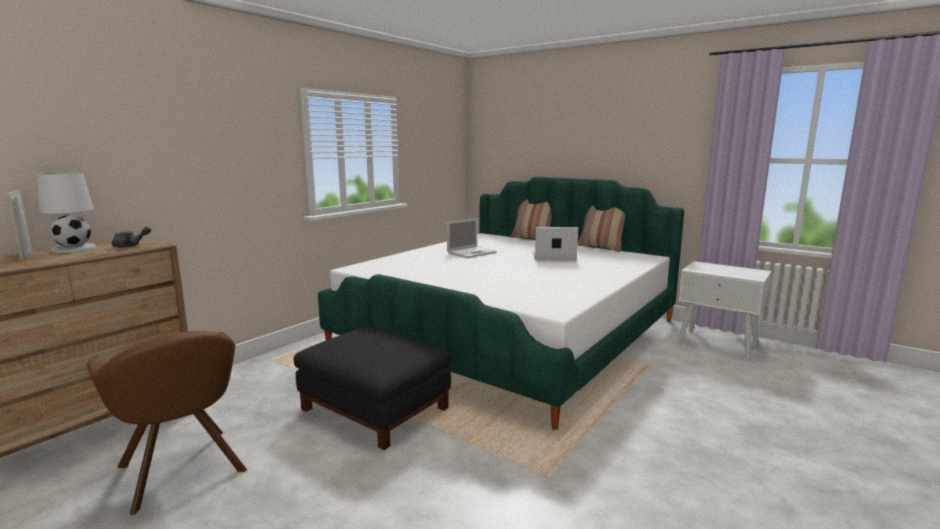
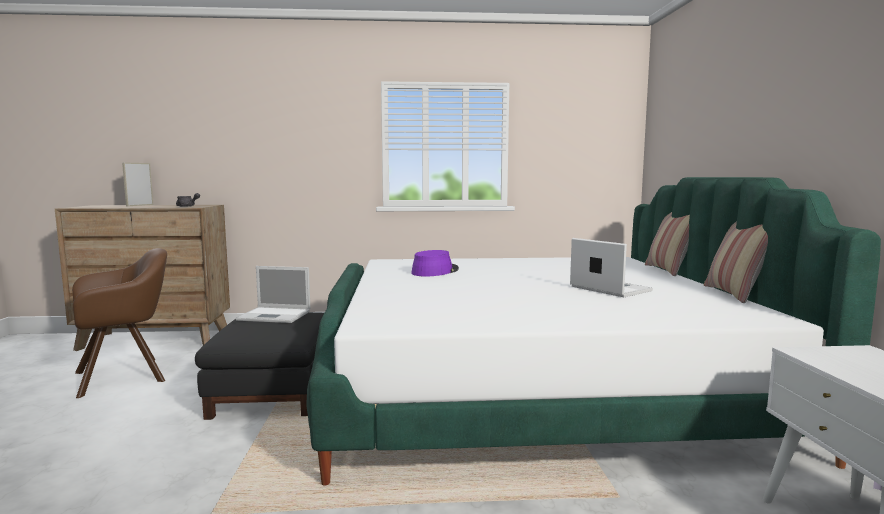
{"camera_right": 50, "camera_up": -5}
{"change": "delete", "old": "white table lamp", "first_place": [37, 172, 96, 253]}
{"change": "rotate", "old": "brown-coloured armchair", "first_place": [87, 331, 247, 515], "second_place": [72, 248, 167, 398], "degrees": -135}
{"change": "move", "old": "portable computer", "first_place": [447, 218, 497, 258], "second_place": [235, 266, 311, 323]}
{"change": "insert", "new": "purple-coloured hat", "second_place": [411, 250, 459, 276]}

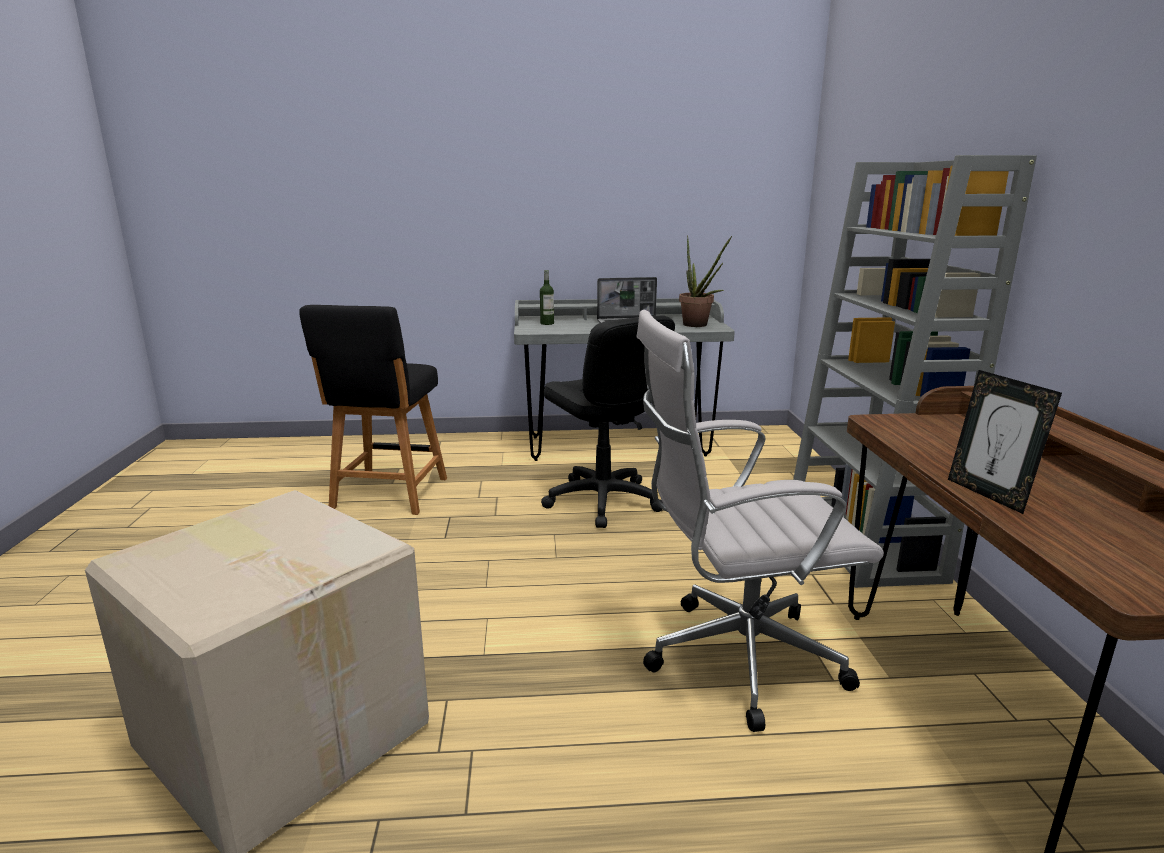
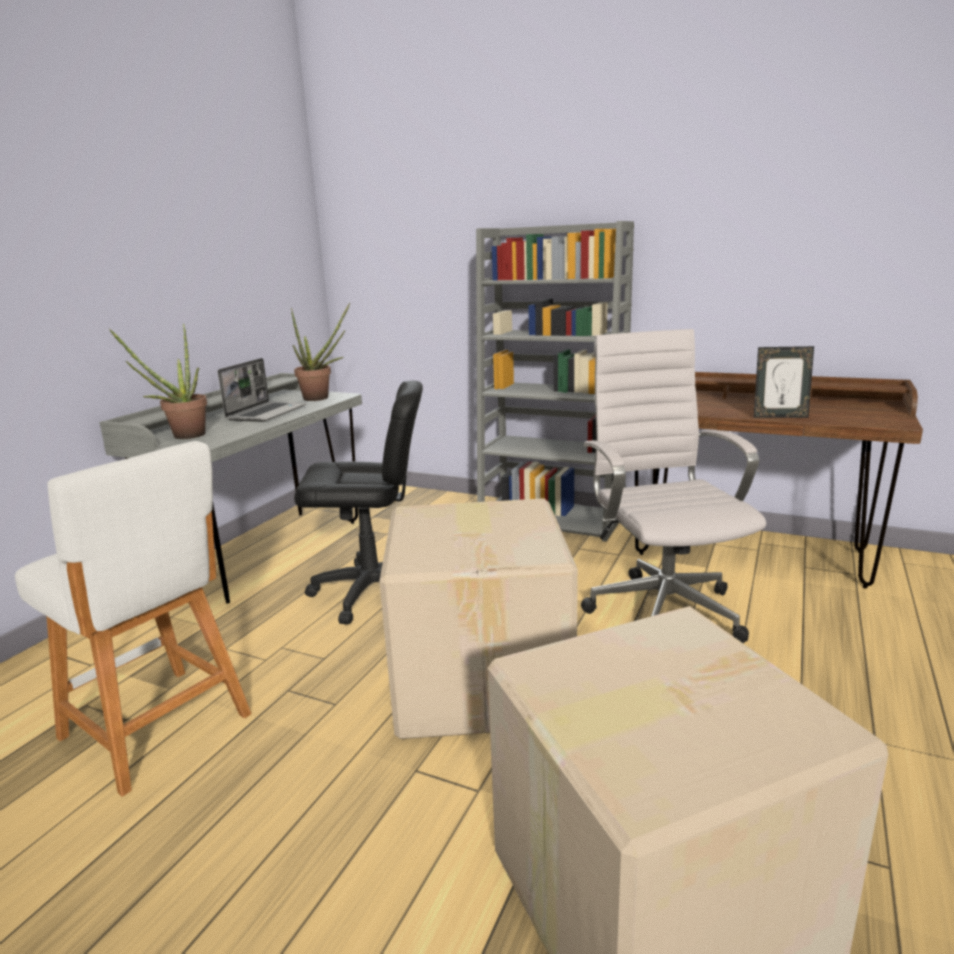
{"camera_right": -60, "camera_up": 0}
{"change": "recolor", "old": "black sitting stool", "new": "white sitting stool", "first_place": [299, 305, 447, 515], "second_place": [15, 441, 252, 797]}
{"change": "replace", "old": "beverage bottle", "new": "plant in a pot", "first_place": [540, 270, 554, 325], "second_place": [109, 323, 207, 439]}
{"change": "rotate", "old": "white computer chair", "first_place": [636, 310, 884, 732], "second_place": [581, 329, 766, 643], "degrees": 150}
{"change": "insert", "new": "cardboard box", "second_place": [379, 498, 578, 739]}

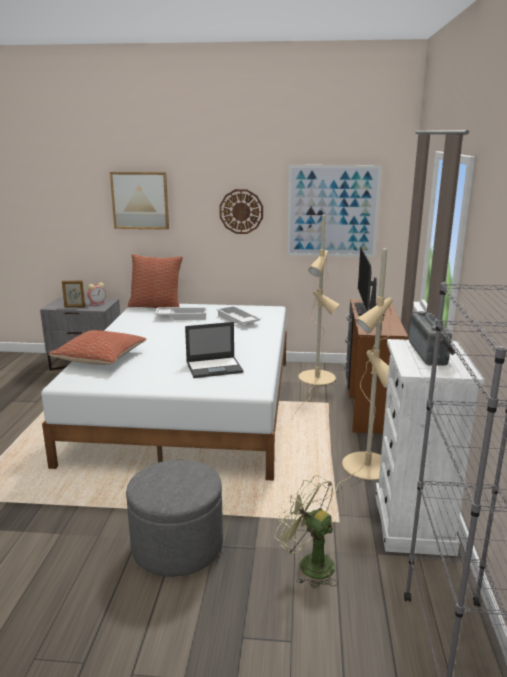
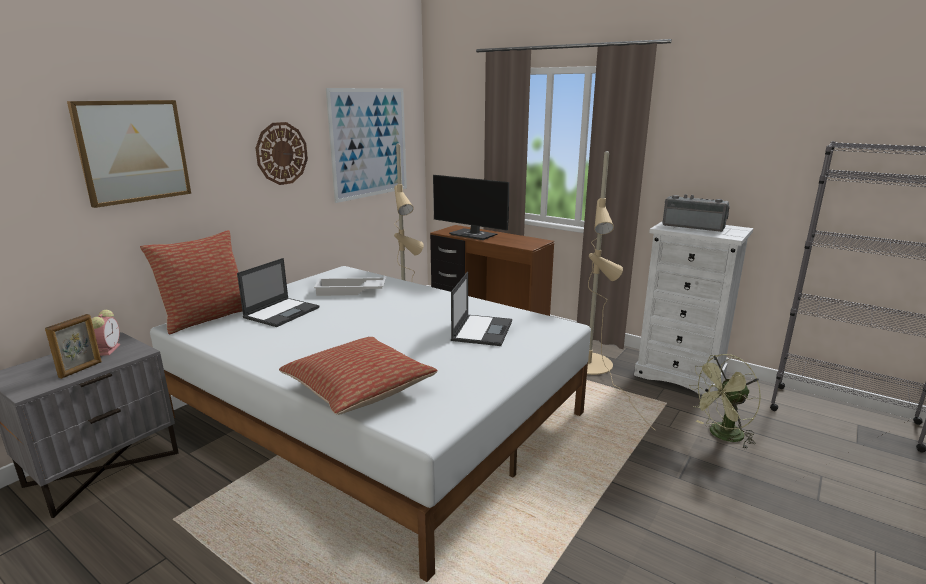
{"camera_right": -60, "camera_up": 0}
{"change": "delete", "old": "gray ottoman", "first_place": [126, 460, 223, 577]}
{"change": "replace", "old": "white serving tray", "new": "portable computer", "first_place": [154, 307, 207, 320], "second_place": [237, 258, 319, 327]}

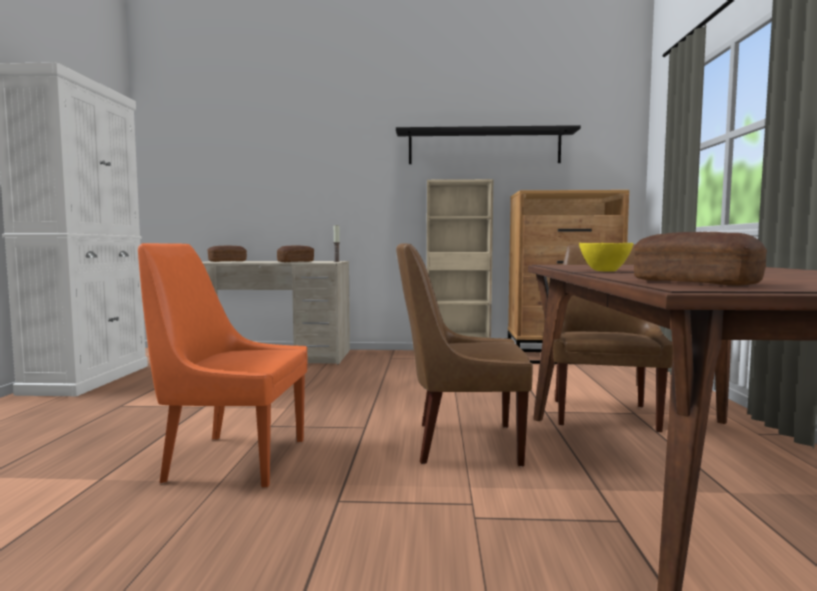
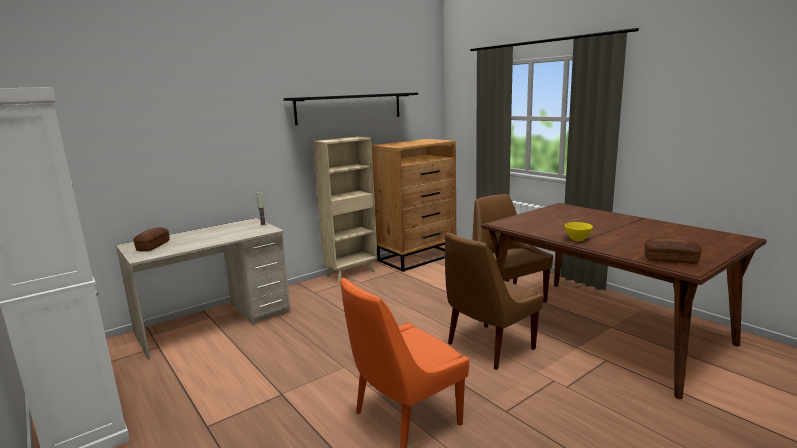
{"camera_right": -40, "camera_up": 10}
{"change": "delete", "old": "bakery bread", "first_place": [277, 245, 314, 262]}

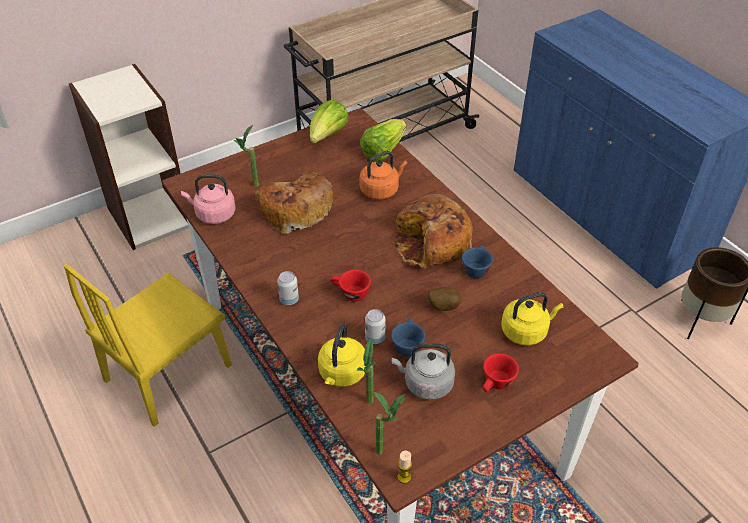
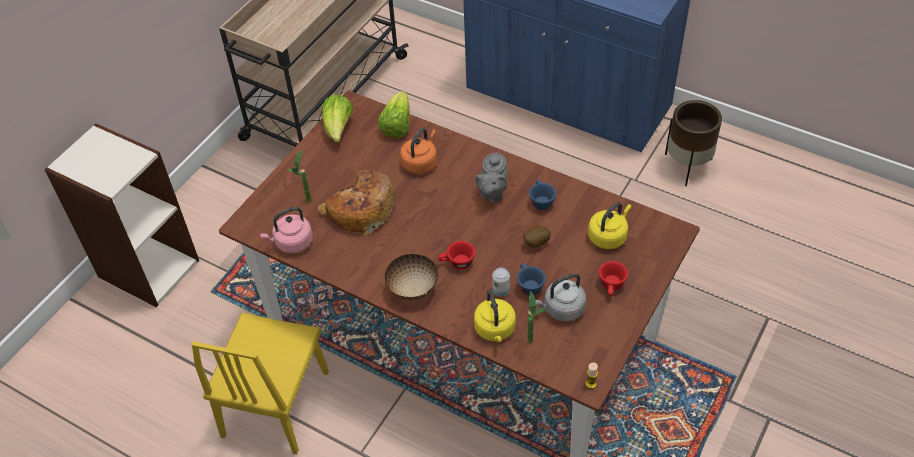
{"camera_right": -25, "camera_up": 5}
{"change": "replace", "old": "sealed can", "new": "serving bowl", "first_place": [277, 271, 299, 305], "second_place": [384, 254, 438, 301]}
{"change": "delete", "old": "plant in a pot", "first_place": [374, 392, 405, 455]}
{"change": "replace", "old": "bakery bread", "new": "gray teapot", "first_place": [393, 194, 473, 268], "second_place": [475, 152, 508, 203]}

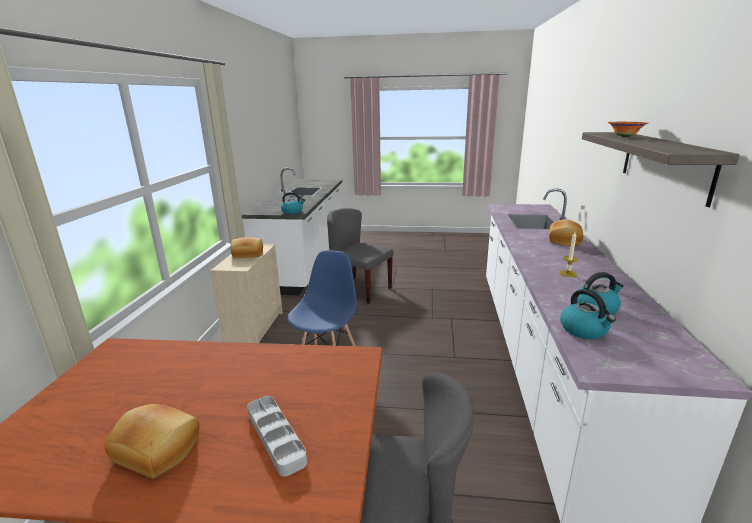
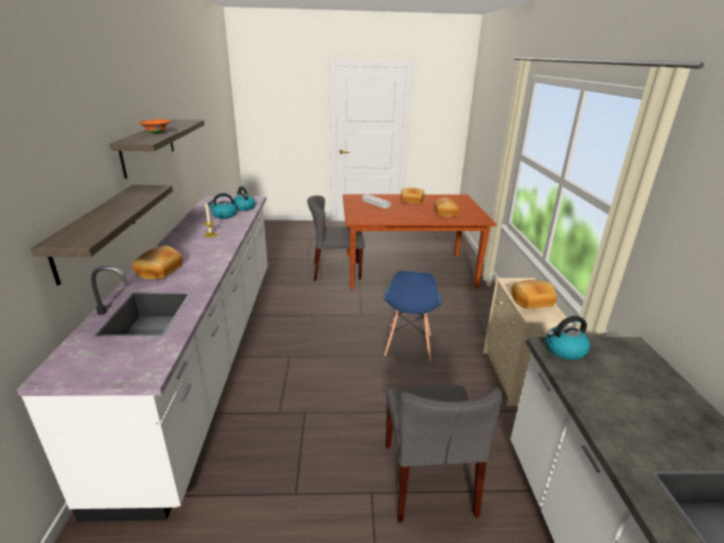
{"camera_right": 170, "camera_up": 5}
{"change": "rotate", "old": "gray plain chair", "first_place": [327, 208, 393, 304], "second_place": [386, 385, 503, 523], "degrees": 60}
{"change": "insert", "new": "bracket shelf", "second_place": [31, 185, 173, 286]}
{"change": "insert", "new": "bakery bread", "second_place": [435, 197, 459, 217]}

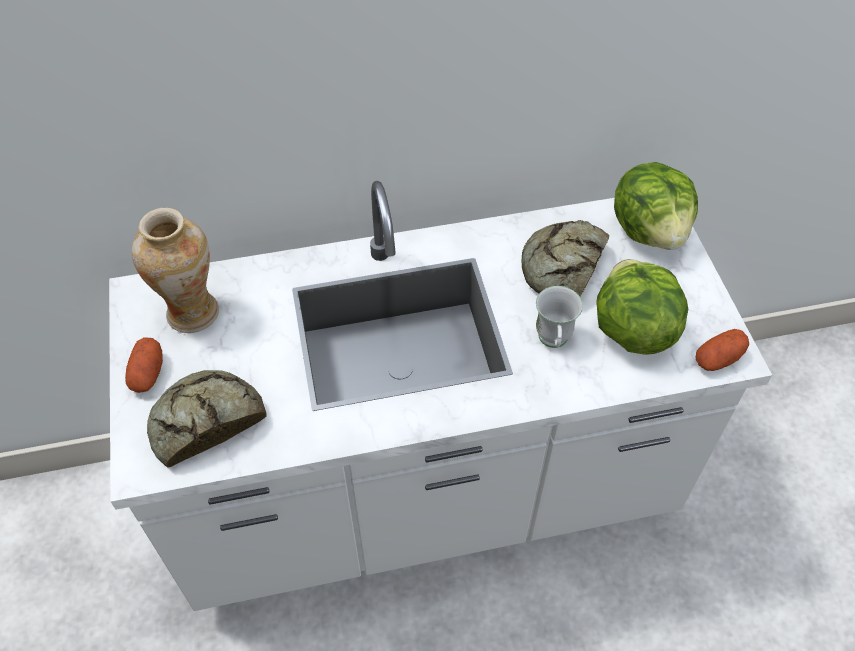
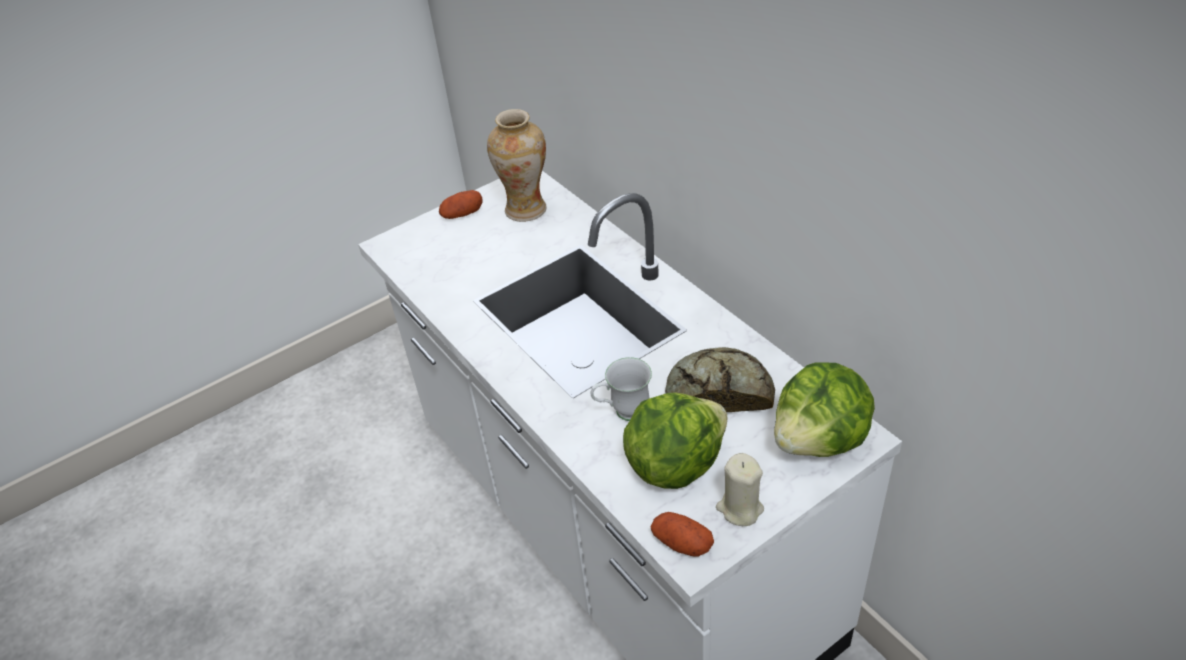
{"camera_right": 70, "camera_up": -10}
{"change": "delete", "old": "bakery bread", "first_place": [147, 370, 267, 468]}
{"change": "insert", "new": "sand-coloured wax candle", "second_place": [716, 453, 764, 526]}

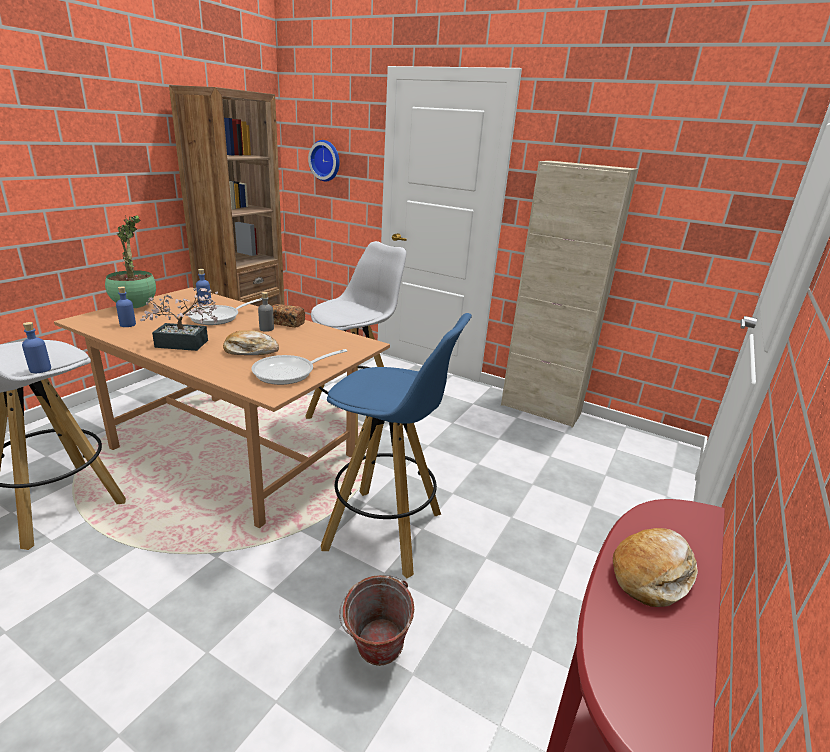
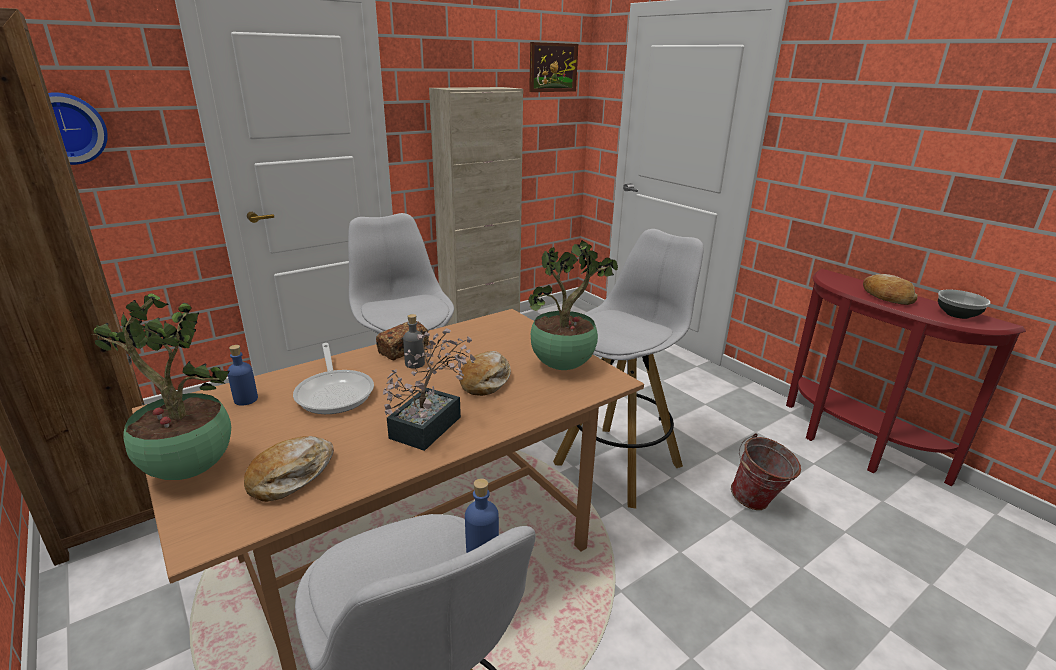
{"camera_right": -65, "camera_up": 0}
{"change": "replace", "old": "blue-coloured beverage bottle", "new": "bakery bread", "first_place": [116, 286, 136, 327], "second_place": [244, 436, 334, 502]}
{"change": "replace", "old": "pan", "new": "plant in a pot", "first_place": [251, 349, 347, 385], "second_place": [528, 240, 618, 370]}
{"change": "recolor", "old": "blue-coloured sitting stool", "new": "white sitting stool", "first_place": [321, 313, 472, 578], "second_place": [553, 229, 704, 509]}
{"change": "insert", "new": "wall art", "second_place": [529, 42, 578, 92]}
{"change": "insert", "new": "serving bowl", "second_place": [938, 290, 990, 319]}

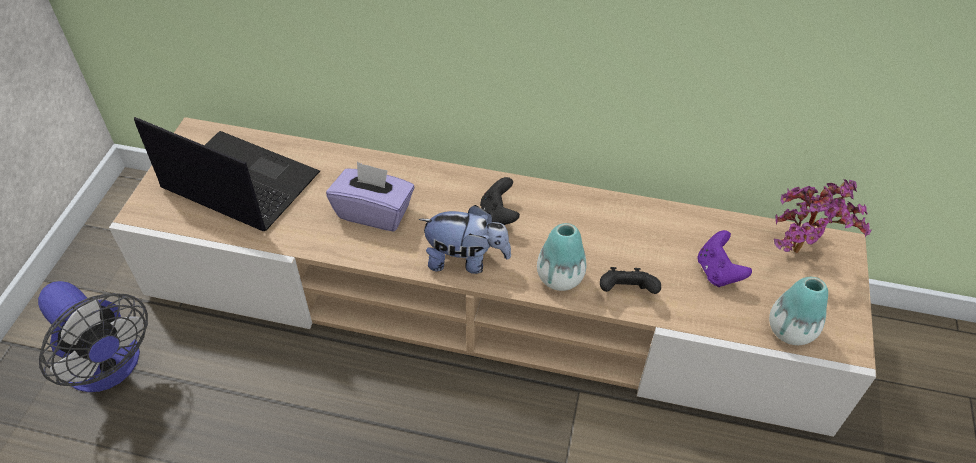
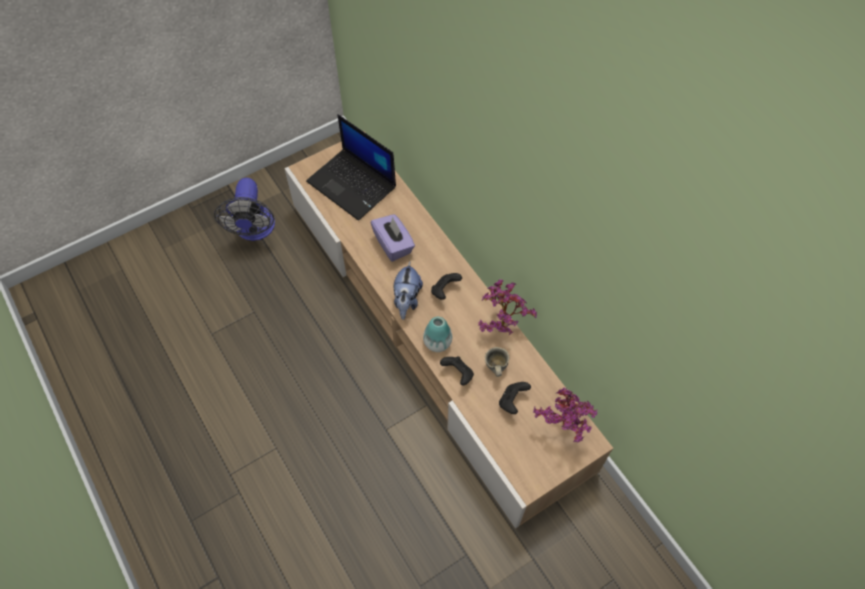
{"camera_right": 45, "camera_up": 10}
{"change": "rotate", "old": "portable computer", "first_place": [134, 117, 320, 231], "second_place": [306, 114, 396, 221], "degrees": 150}
{"change": "rotate", "old": "cuddly toy", "first_place": [419, 205, 511, 274], "second_place": [394, 261, 423, 320], "degrees": 45}
{"change": "recolor", "old": "purple-coloured gamepad", "new": "black gamepad", "first_place": [697, 230, 752, 287], "second_place": [499, 382, 531, 414]}
{"change": "delete", "old": "vase", "first_place": [769, 277, 828, 345]}
{"change": "insert", "new": "plant in a pot", "second_place": [478, 280, 537, 335]}
{"change": "insert", "new": "gray mug", "second_place": [485, 347, 509, 377]}

